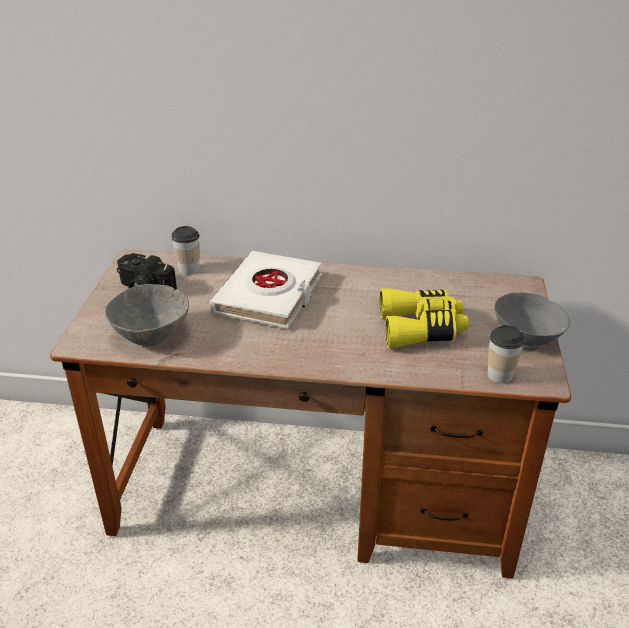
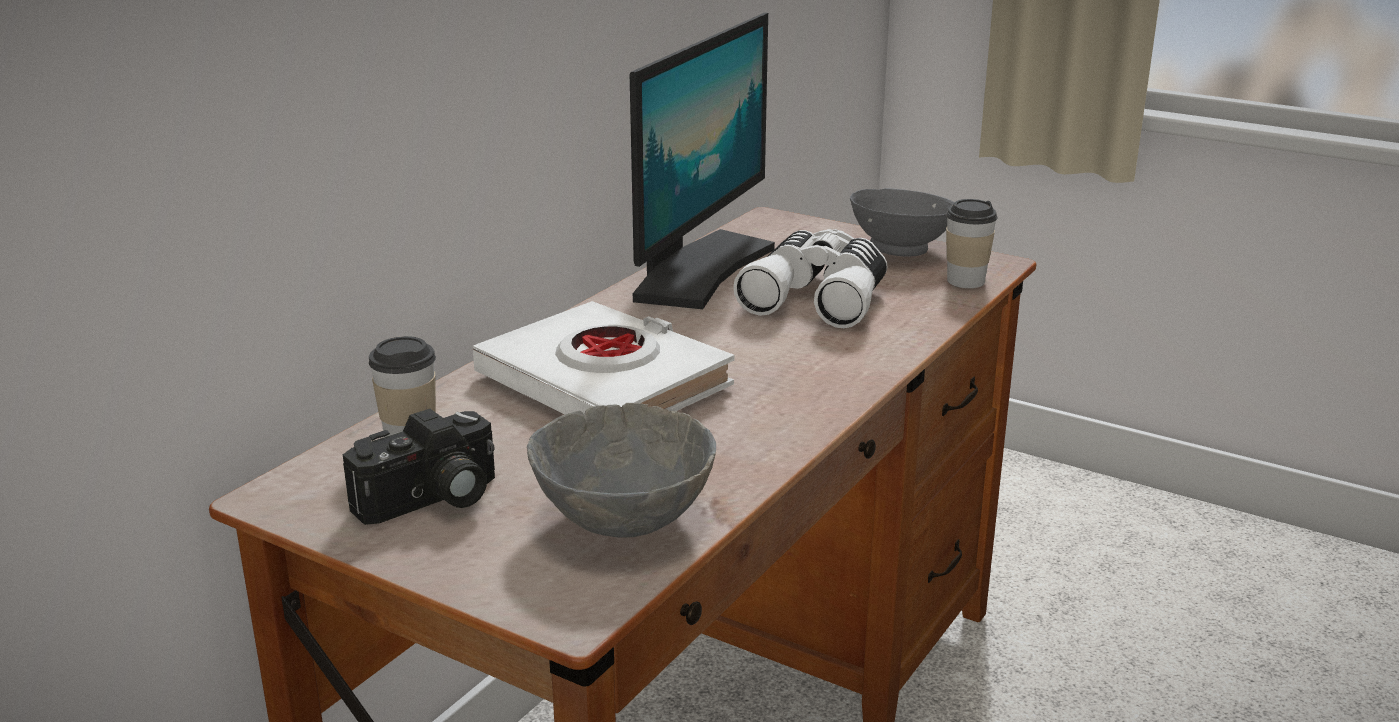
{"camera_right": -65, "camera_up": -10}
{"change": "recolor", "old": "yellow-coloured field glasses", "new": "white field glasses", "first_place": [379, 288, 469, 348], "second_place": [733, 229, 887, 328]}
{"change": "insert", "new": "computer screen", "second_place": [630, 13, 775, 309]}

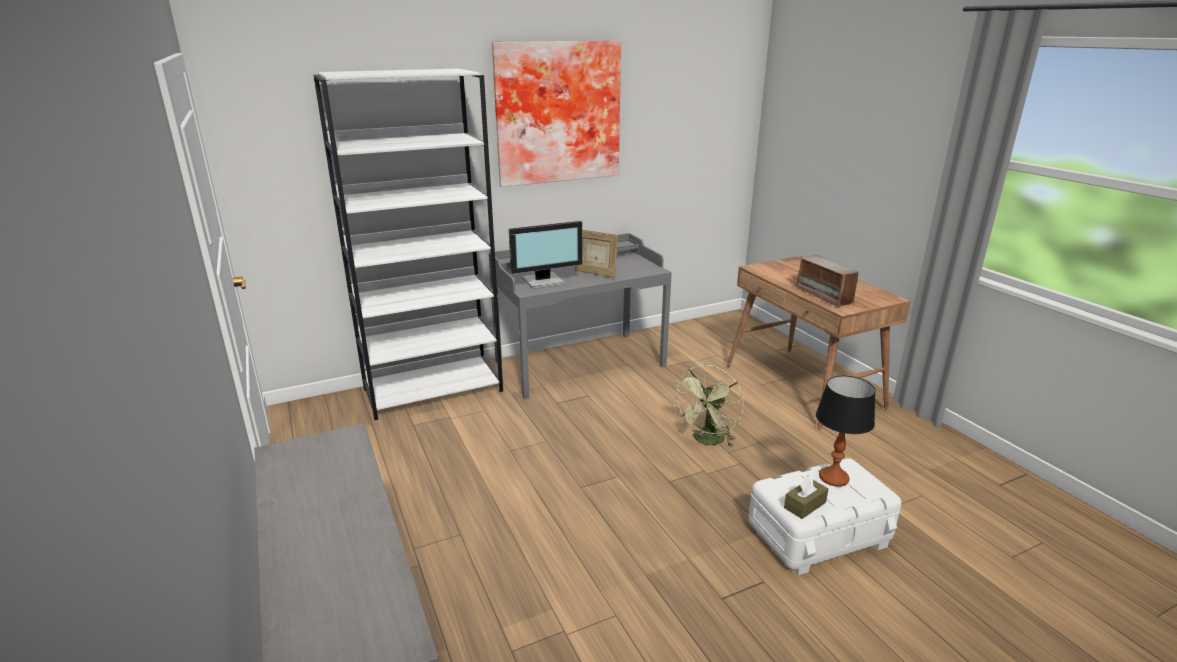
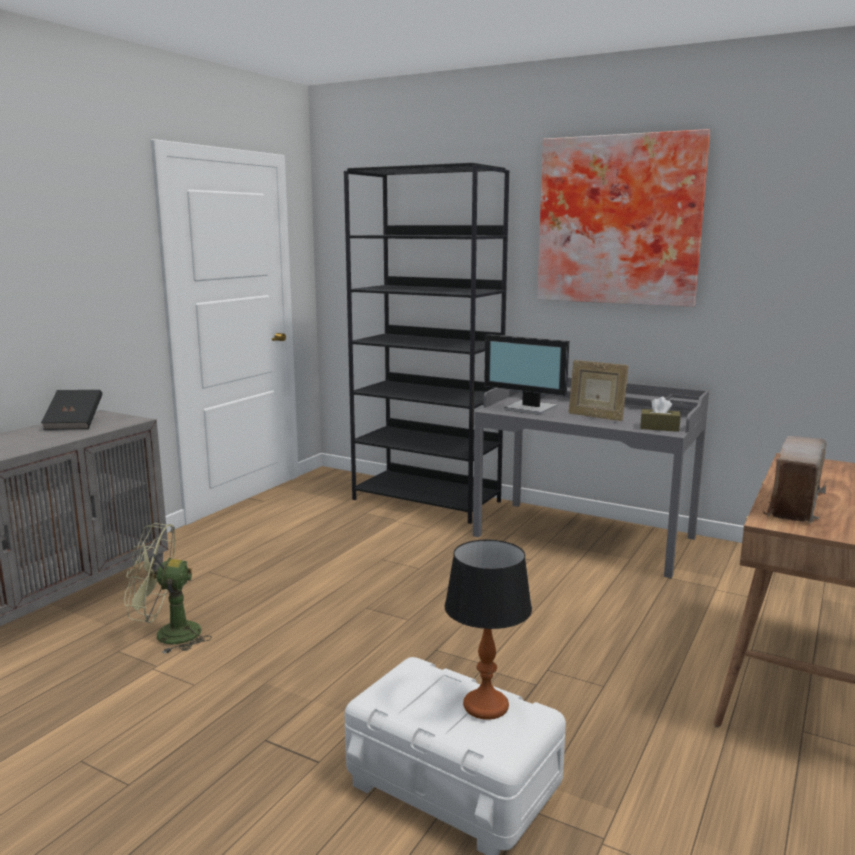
{"camera_right": 55, "camera_up": -10}
{"change": "recolor", "old": "white shelving unit", "new": "black shelving unit", "first_place": [313, 69, 503, 420], "second_place": [344, 163, 509, 524]}
{"change": "rotate", "old": "picture frame", "first_place": [575, 230, 618, 278], "second_place": [569, 360, 628, 421], "degrees": -45}
{"change": "move", "old": "green-coloured cooling fan", "first_place": [672, 365, 744, 446], "second_place": [124, 523, 212, 654]}
{"change": "move", "old": "brown-coloured box of tissues", "first_place": [784, 475, 828, 519], "second_place": [640, 397, 680, 432]}
{"change": "insert", "new": "black volume", "second_place": [41, 390, 102, 430]}

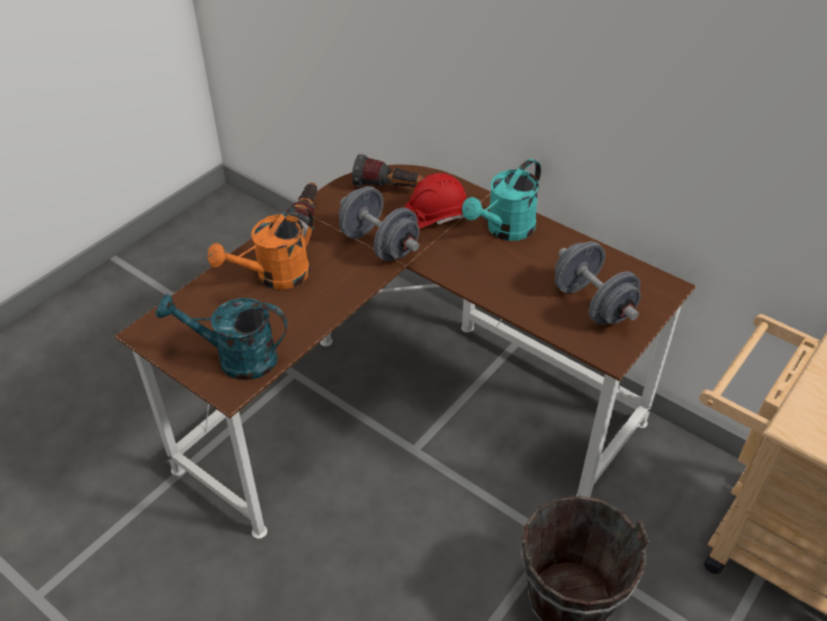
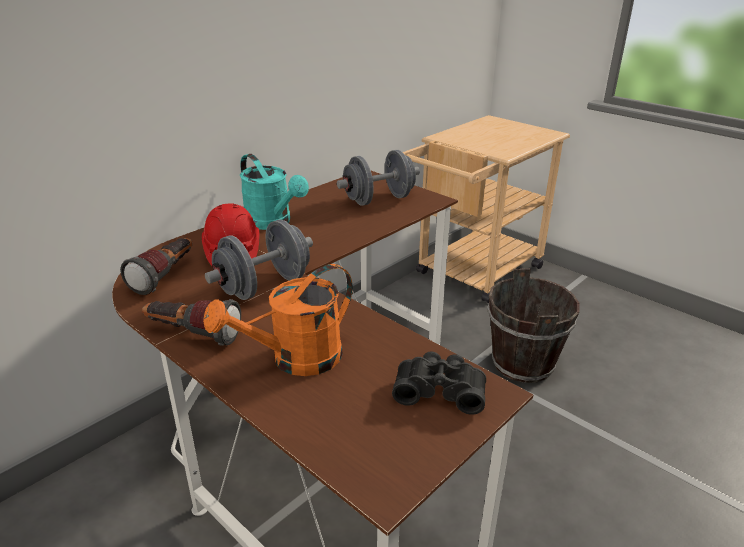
{"camera_right": -85, "camera_up": -15}
{"change": "replace", "old": "turquoise-coloured sprinkling can", "new": "black field glasses", "first_place": [156, 294, 287, 380], "second_place": [392, 351, 486, 415]}
{"change": "rotate", "old": "orange-coloured sprinkling can", "first_place": [208, 205, 314, 290], "second_place": [203, 264, 353, 376], "degrees": 90}

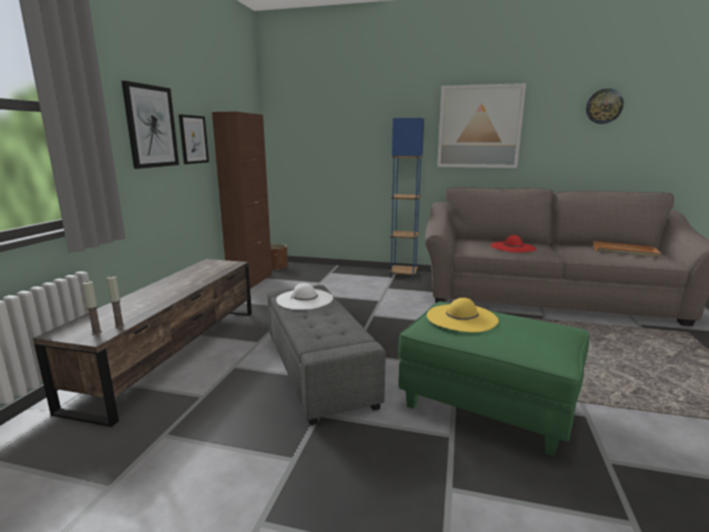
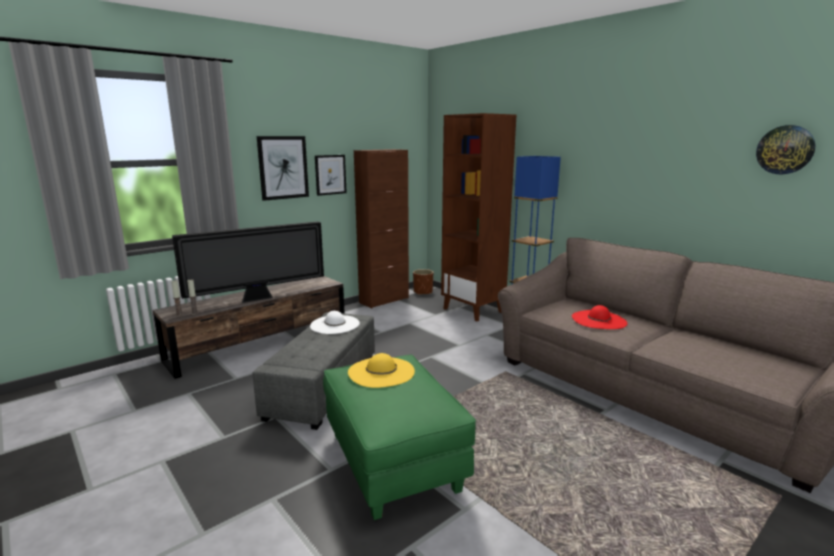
{"camera_right": 35, "camera_up": 0}
{"change": "delete", "old": "wall art", "first_place": [437, 83, 526, 168]}
{"change": "delete", "old": "orange-coloured serving tray", "first_place": [594, 241, 661, 257]}
{"change": "insert", "new": "television", "second_place": [172, 221, 324, 303]}
{"change": "insert", "new": "brown-coloured shelving unit", "second_place": [441, 113, 517, 321]}

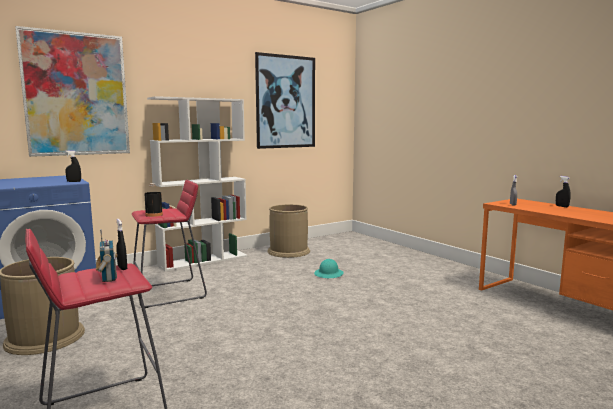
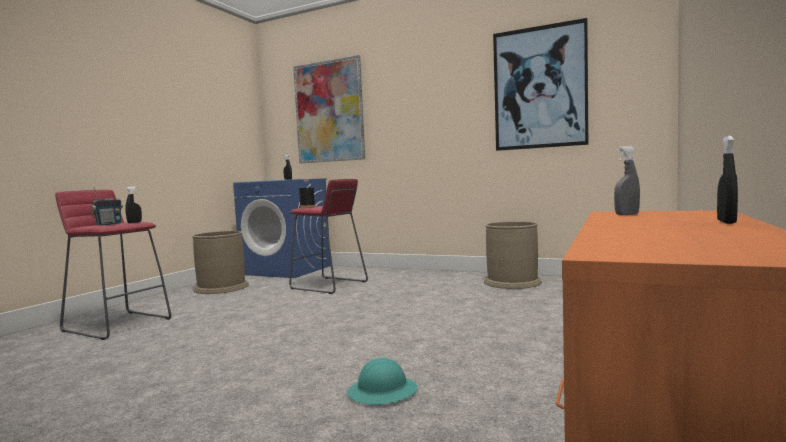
{"camera_right": 60, "camera_up": -5}
{"change": "delete", "old": "white shelving unit", "first_place": [147, 96, 247, 271]}
{"change": "move", "old": "turquoise-coloured safety helmet", "first_place": [314, 259, 344, 278], "second_place": [347, 358, 418, 405]}

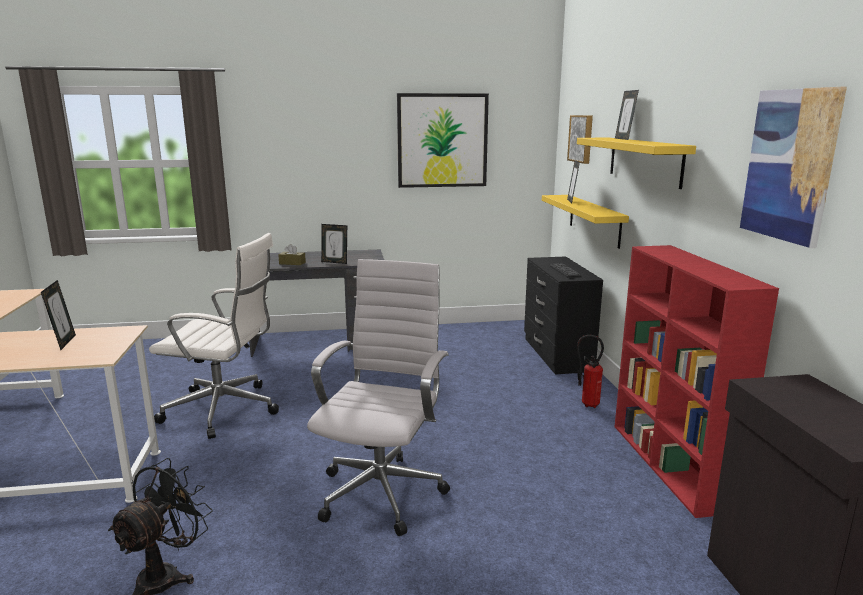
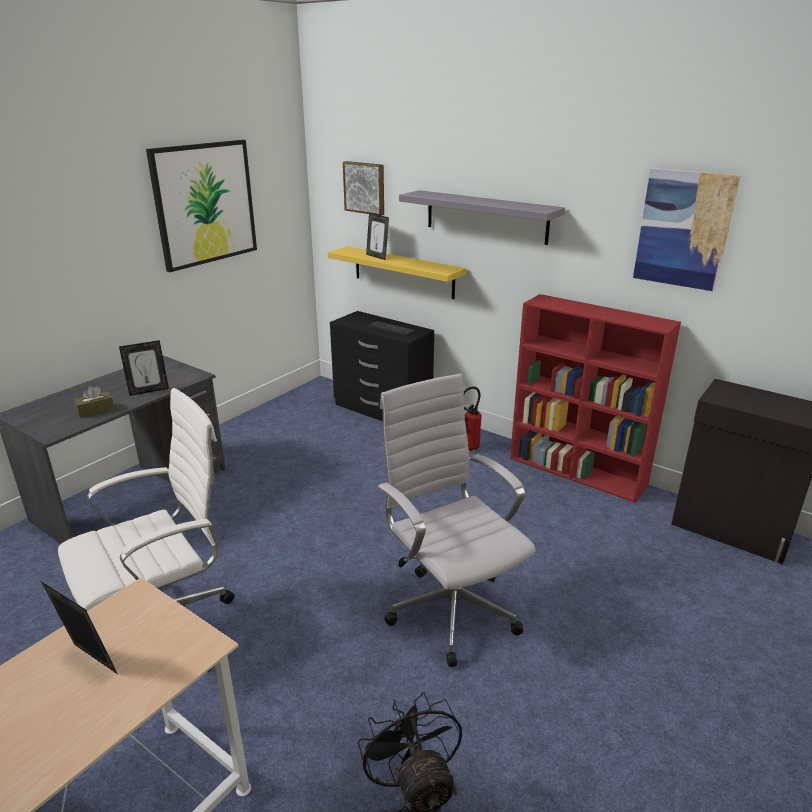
{"camera_right": -45, "camera_up": 10}
{"change": "recolor", "old": "yellow-coloured bracket shelf", "new": "gray bracket shelf", "first_place": [577, 138, 696, 189], "second_place": [399, 190, 565, 245]}
{"change": "delete", "old": "picture frame", "first_place": [615, 90, 639, 140]}

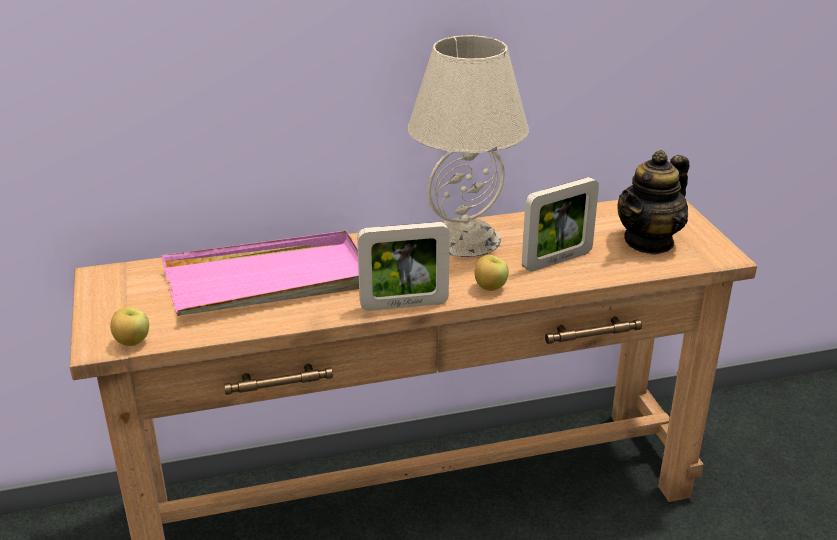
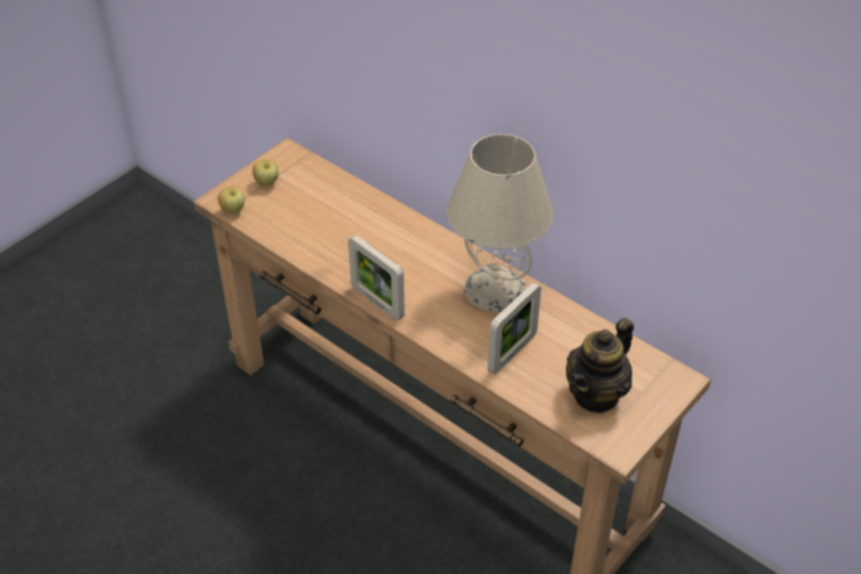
{"camera_right": 55, "camera_up": 15}
{"change": "delete", "old": "pink-coloured serving tray", "first_place": [162, 231, 359, 316]}
{"change": "move", "old": "apple", "first_place": [474, 255, 509, 291], "second_place": [252, 159, 278, 186]}
{"change": "rotate", "old": "picture frame", "first_place": [522, 177, 599, 272], "second_place": [487, 282, 541, 374], "degrees": -75}
{"change": "rotate", "old": "teapot", "first_place": [617, 150, 689, 255], "second_place": [566, 318, 634, 414], "degrees": -60}

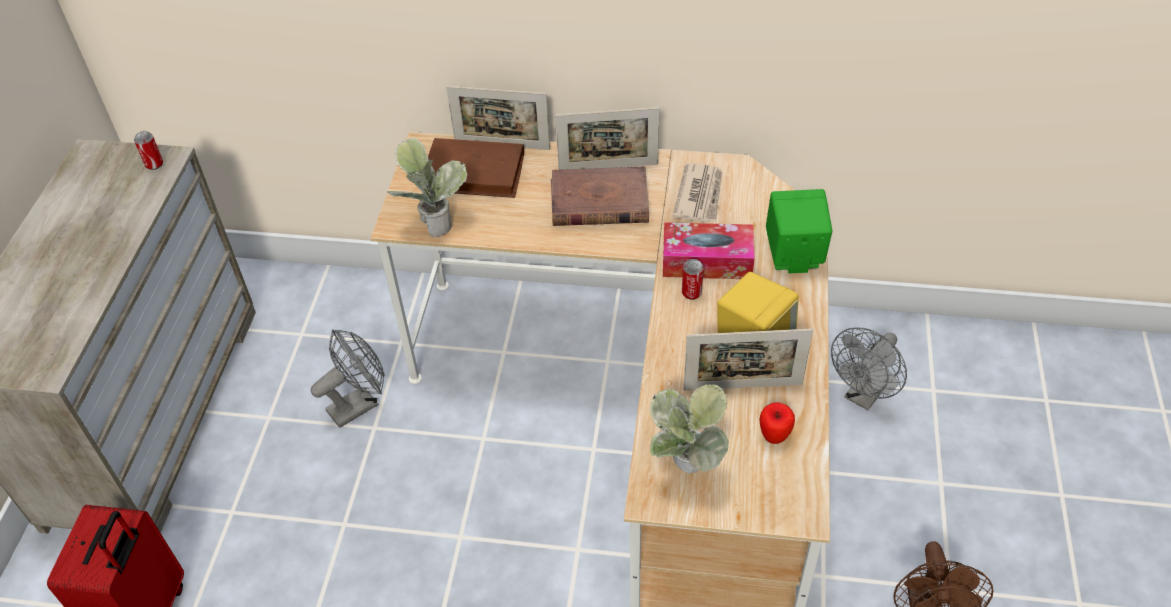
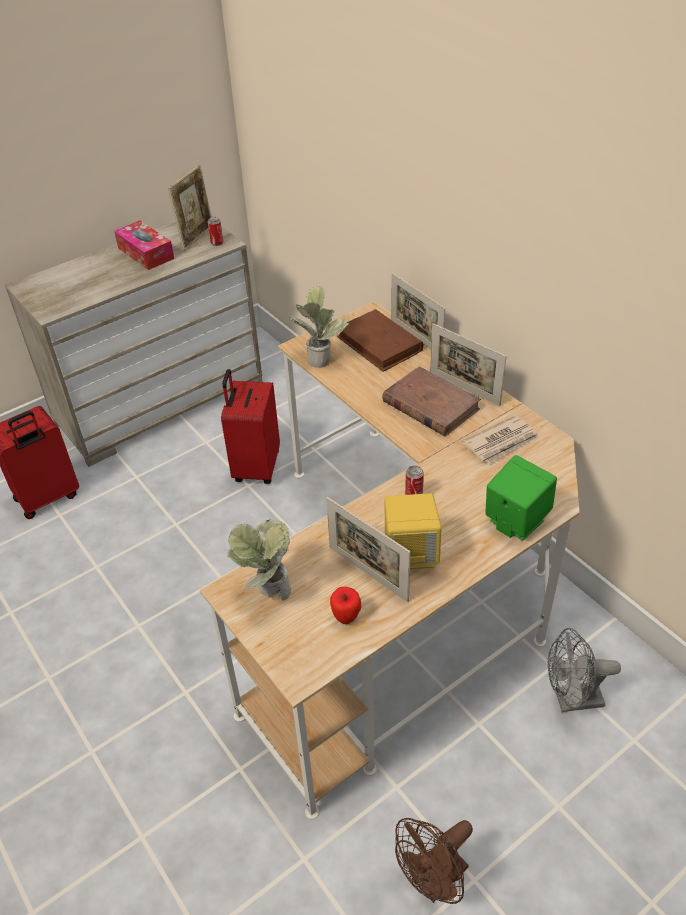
{"camera_right": 45, "camera_up": -5}
{"change": "replace", "old": "gray cooling fan", "new": "red piece of luggage", "first_place": [311, 329, 385, 428], "second_place": [221, 369, 280, 484]}
{"change": "move", "old": "box of tissues", "first_place": [663, 222, 755, 279], "second_place": [114, 220, 174, 270]}
{"change": "insert", "new": "picture frame", "second_place": [168, 165, 212, 251]}

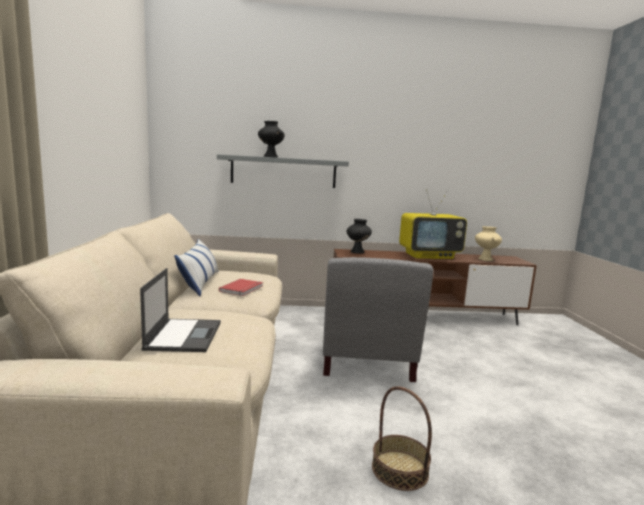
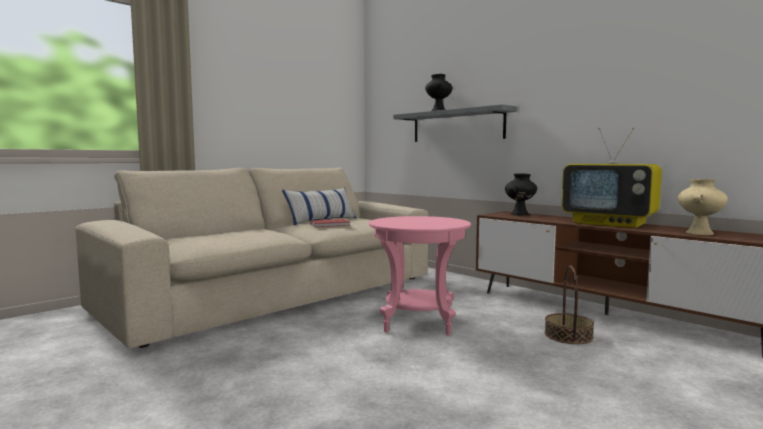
{"camera_right": 50, "camera_up": -5}
{"change": "delete", "old": "portable computer", "first_place": [140, 268, 221, 352]}
{"change": "replace", "old": "gray armchair", "new": "pink-coloured accent table", "first_place": [323, 257, 434, 382], "second_place": [369, 216, 471, 336]}
{"change": "move", "old": "household basket", "first_place": [372, 386, 432, 491], "second_place": [545, 265, 594, 344]}

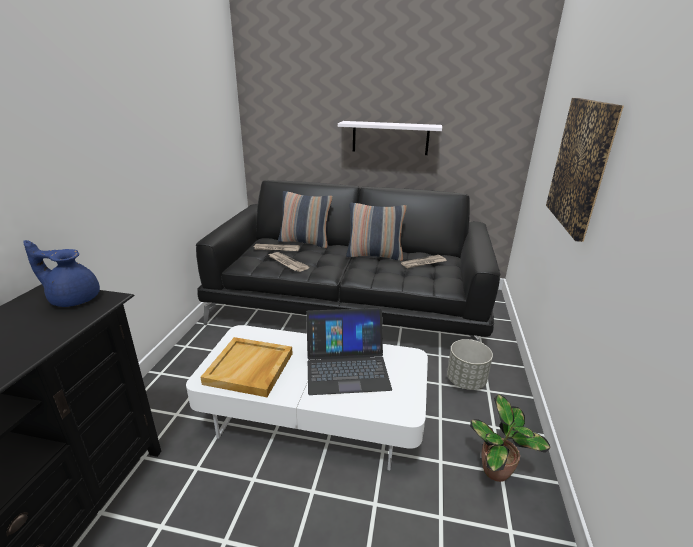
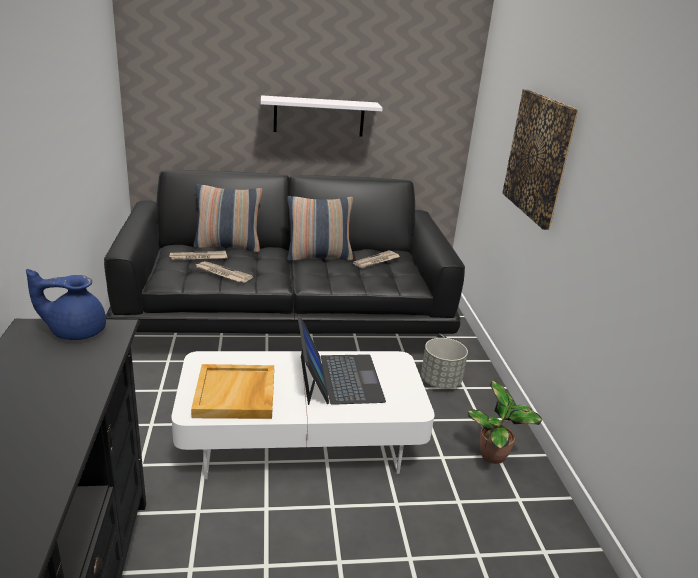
{"camera_right": -20, "camera_up": 0}
{"change": "rotate", "old": "portable computer", "first_place": [306, 308, 392, 395], "second_place": [298, 316, 386, 405], "degrees": -75}

